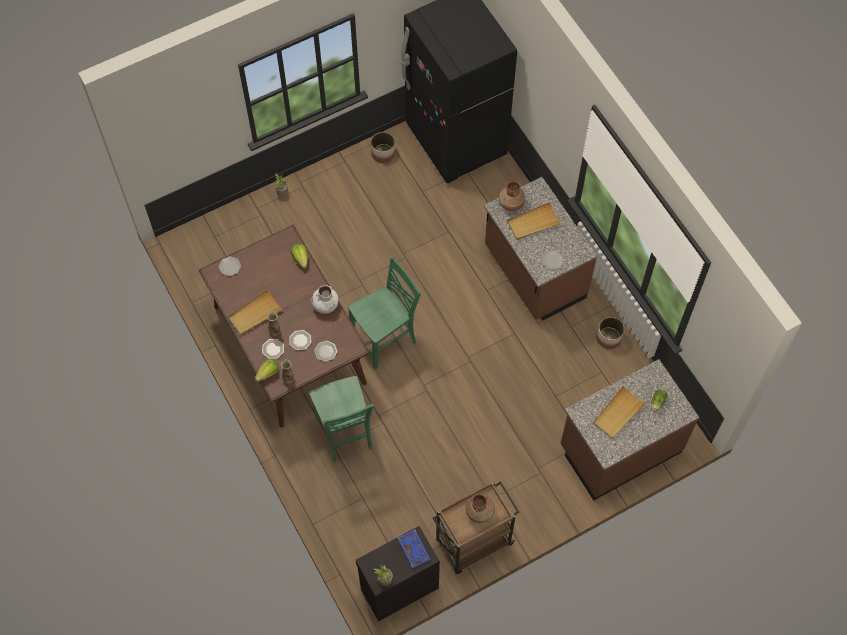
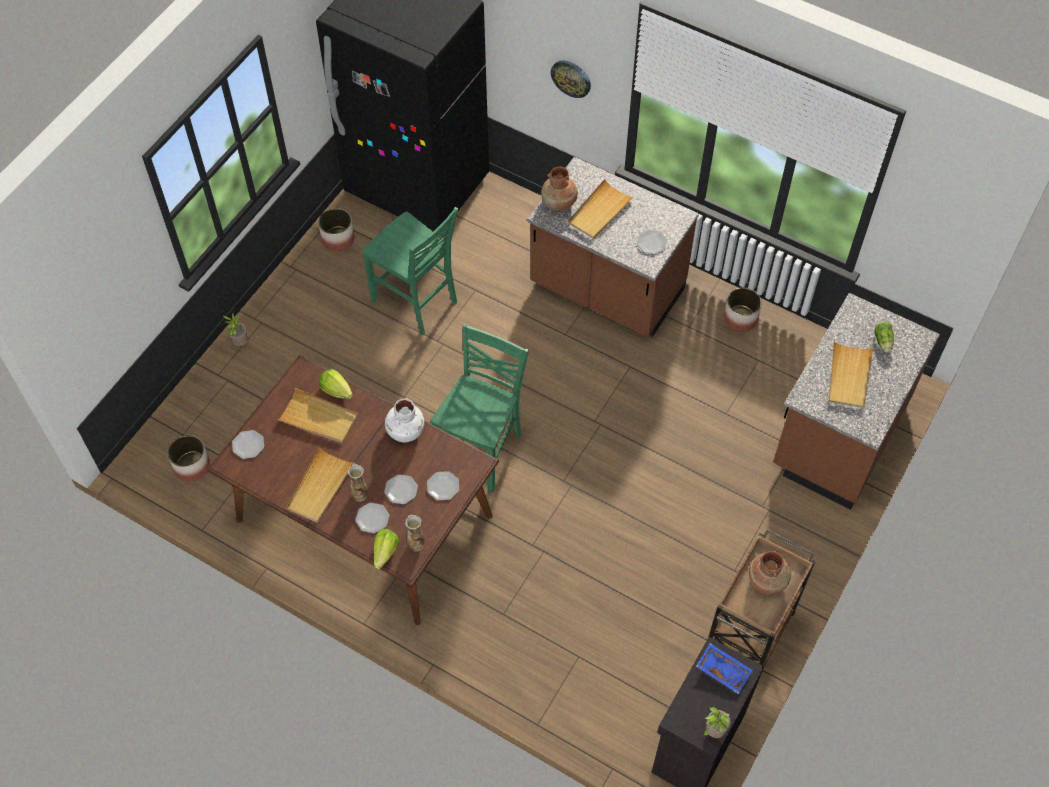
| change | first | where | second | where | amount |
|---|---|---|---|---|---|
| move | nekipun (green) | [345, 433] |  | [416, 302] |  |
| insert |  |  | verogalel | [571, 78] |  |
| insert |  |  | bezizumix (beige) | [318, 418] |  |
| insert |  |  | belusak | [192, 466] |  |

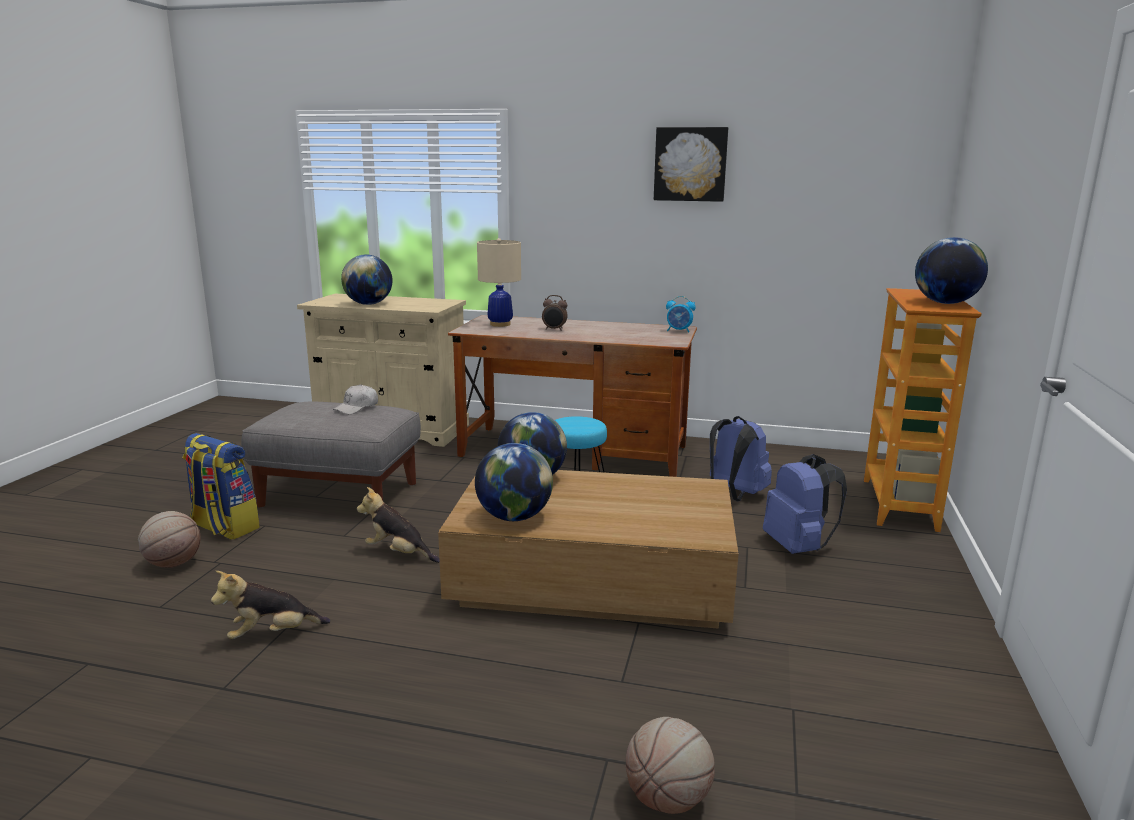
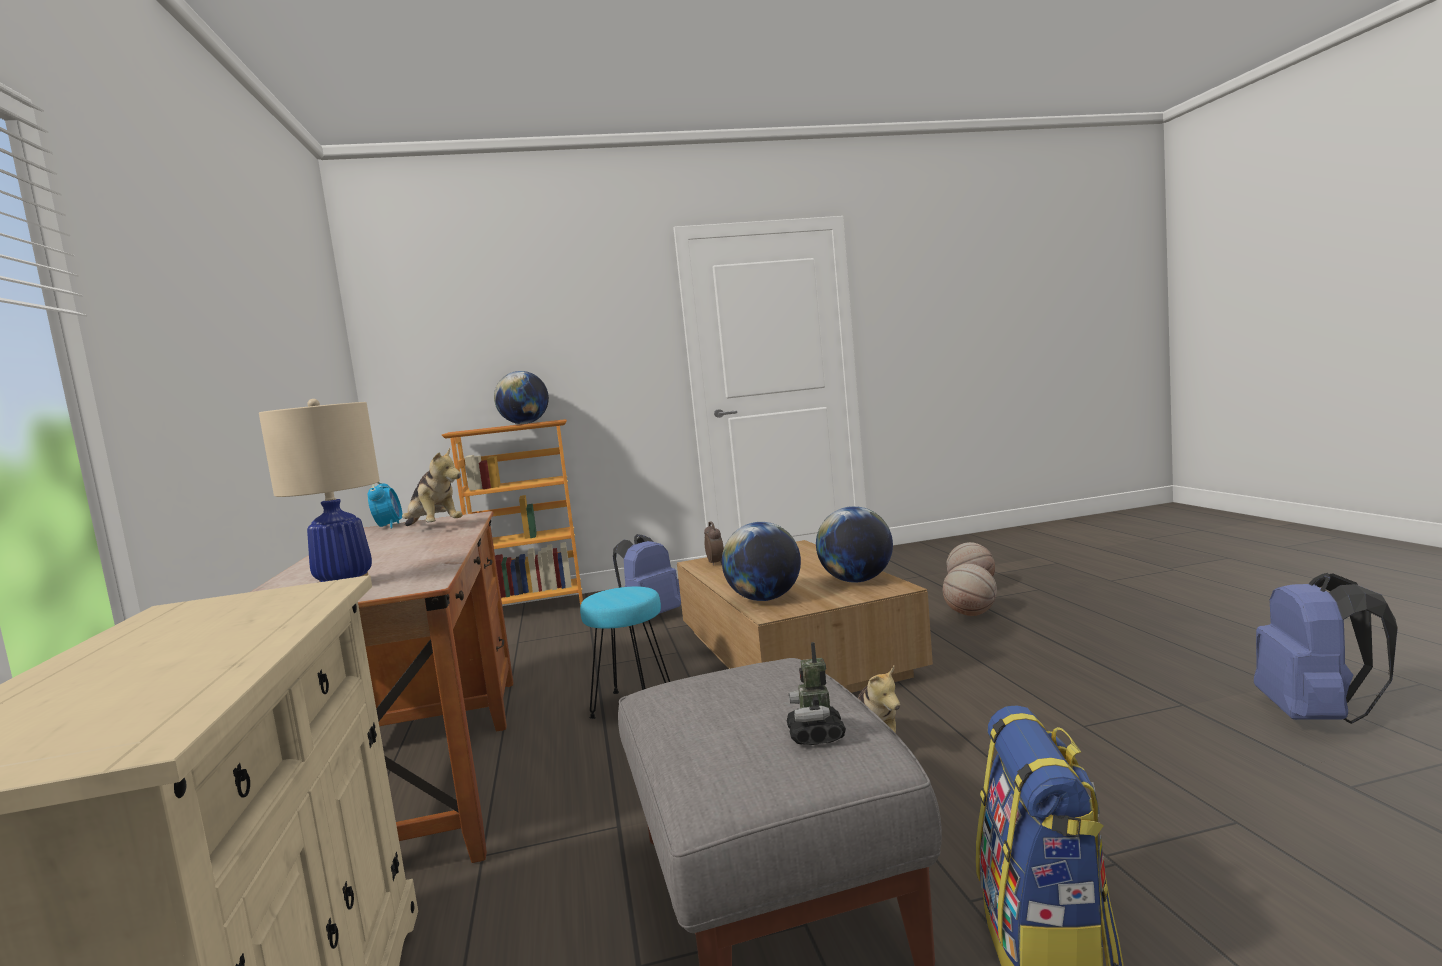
| change | first | where | second | where | amount |
|---|---|---|---|---|---|
| delete | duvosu | [690, 164] |  |  |  |
| delete | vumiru | [368, 304] |  |  |  |
| move | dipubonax | [554, 329] |  | [716, 563] |  |
| delete | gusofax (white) | [356, 407] |  |  |  |
| move | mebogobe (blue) | [734, 495] |  | [1316, 716] |  |
| move | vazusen | [173, 563] |  | [970, 614] |  |
| move | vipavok | [272, 634] |  | [434, 528] |  |
| insert |  |  | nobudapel | [816, 735] |  |

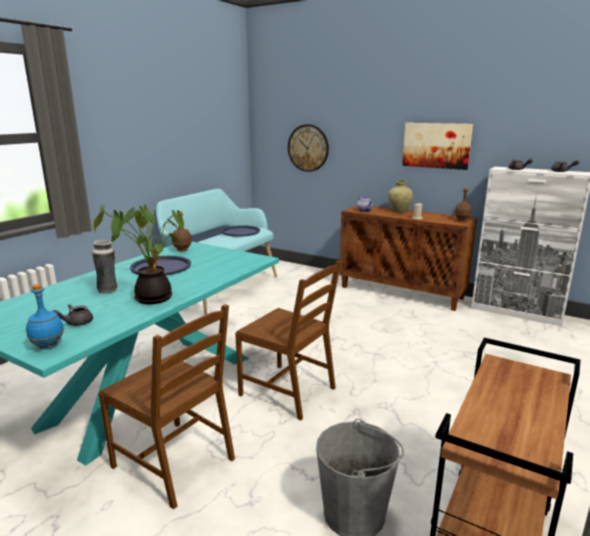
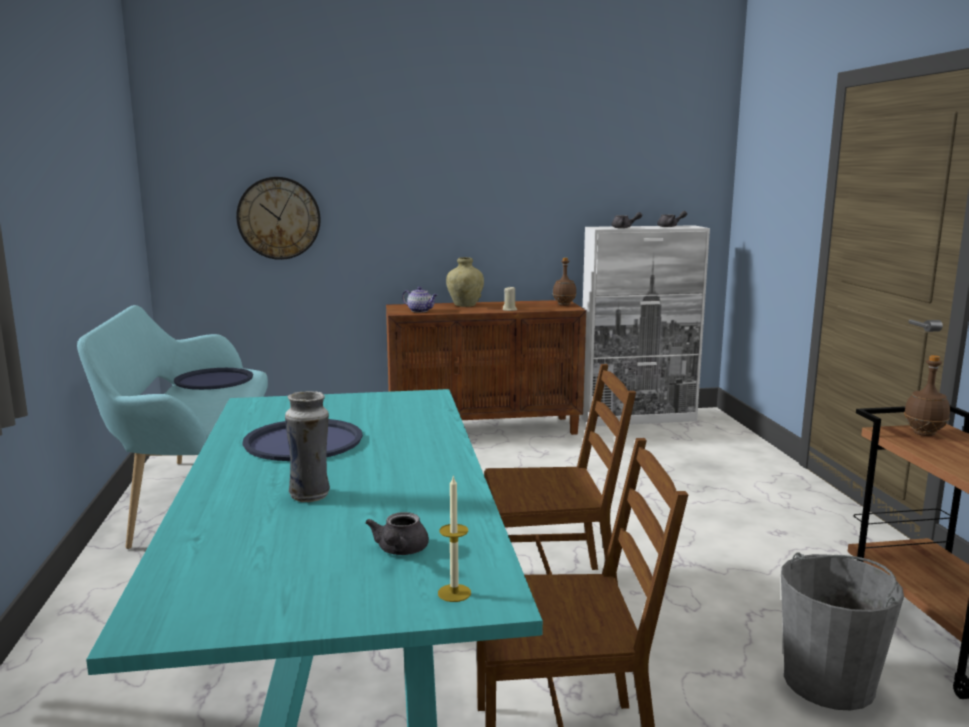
| change | first | where | second | where | amount |
|---|---|---|---|---|---|
| delete | duvosu | [436, 145] |  |  |  |
| delete | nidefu | [152, 297] |  |  |  |
| move | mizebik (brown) | [182, 250] |  | [924, 434] |  |
| replace | mizebik (blue) | [47, 346] | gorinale | [454, 593] |  |

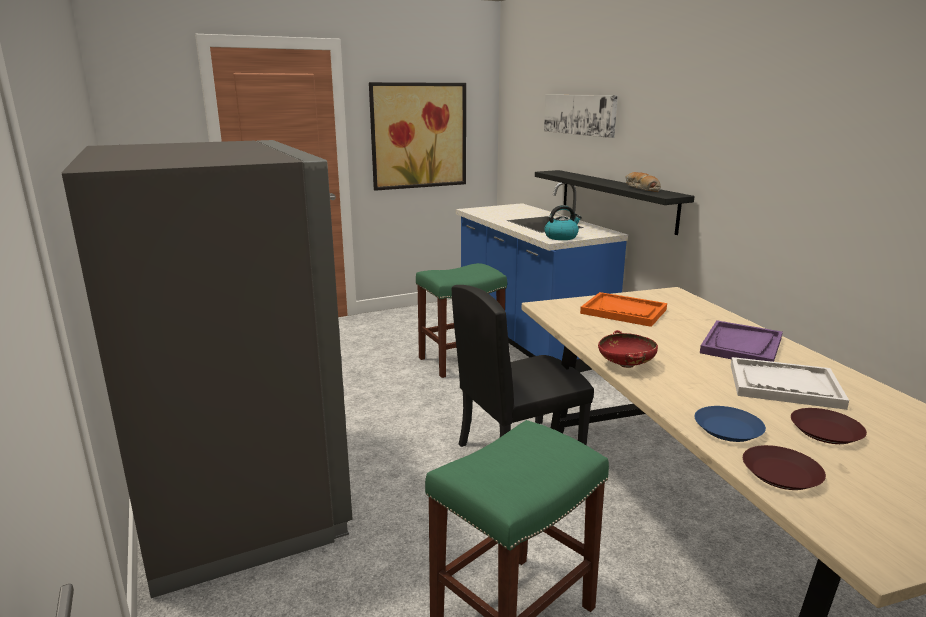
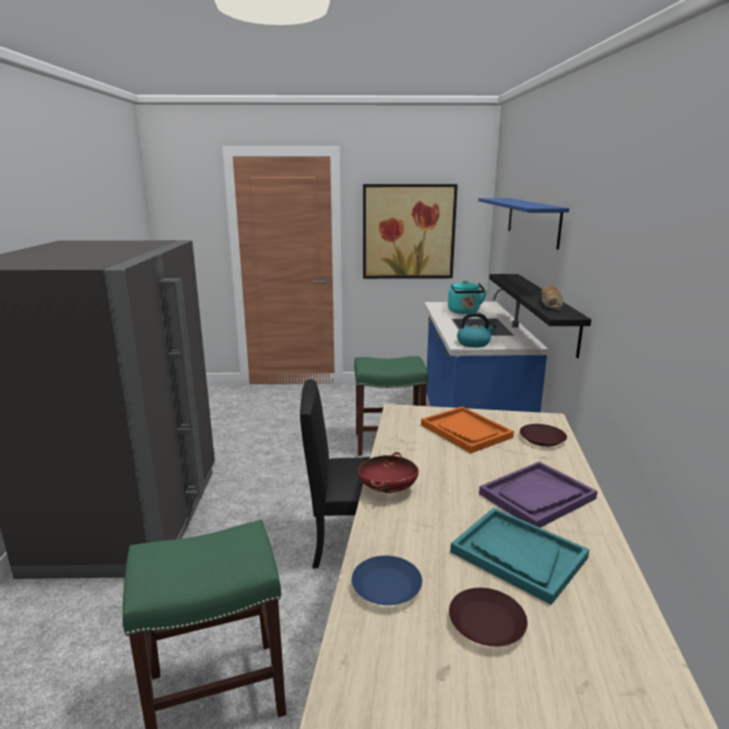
| change | first | where | second | where | amount |
|---|---|---|---|---|---|
| replace | duvosu | [579, 114] | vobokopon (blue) | [532, 220] |  |
| recolor | bezizumix (white) | [784, 385] | bezizumix (turquoise) | [518, 555] |  |
| move | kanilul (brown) | [780, 473] |  | [542, 439] |  |
| insert |  |  | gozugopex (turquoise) | [464, 312] |  |

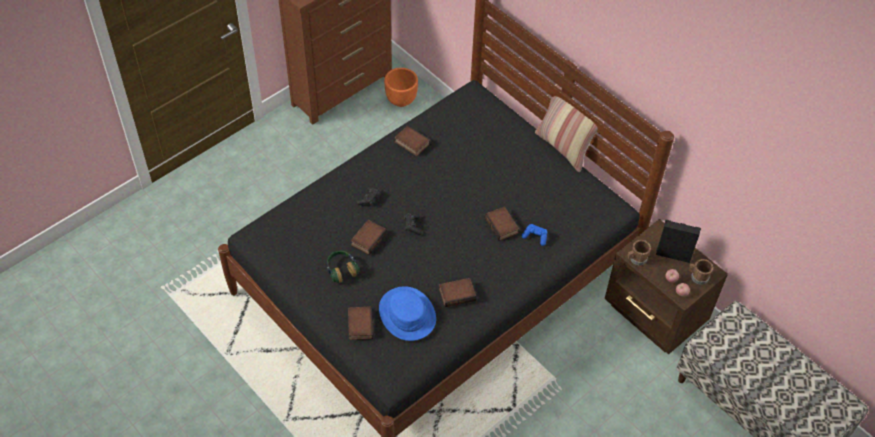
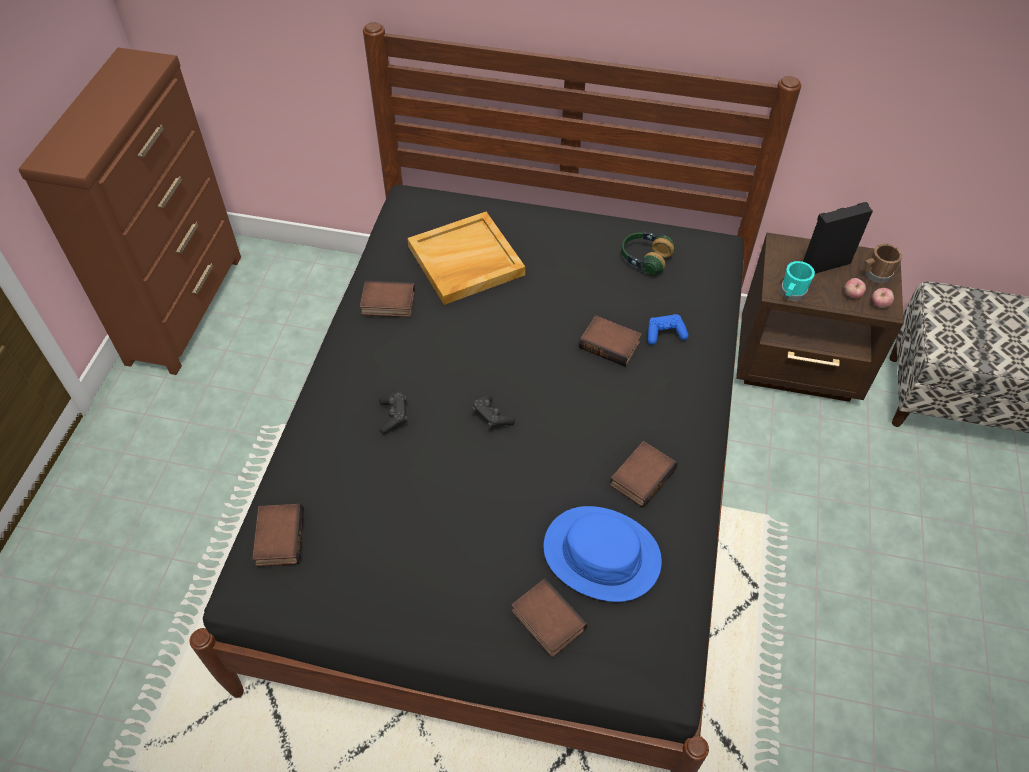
| change | first | where | second | where | amount |
|---|---|---|---|---|---|
| delete | belusak (orange) | [400, 100] |  |  |  |
| delete | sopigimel | [564, 148] |  |  |  |
| move | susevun | [368, 238] |  | [278, 537] |  |
| recolor | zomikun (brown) | [636, 259] | zomikun (turquoise) | [791, 294] |  |
| move | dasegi | [341, 270] |  | [644, 259] |  |
| insert |  |  | bezizumix (beige) | [465, 261] |  |

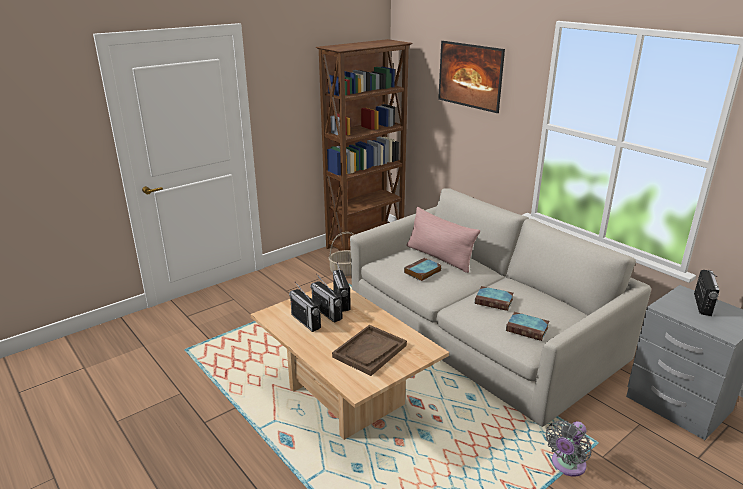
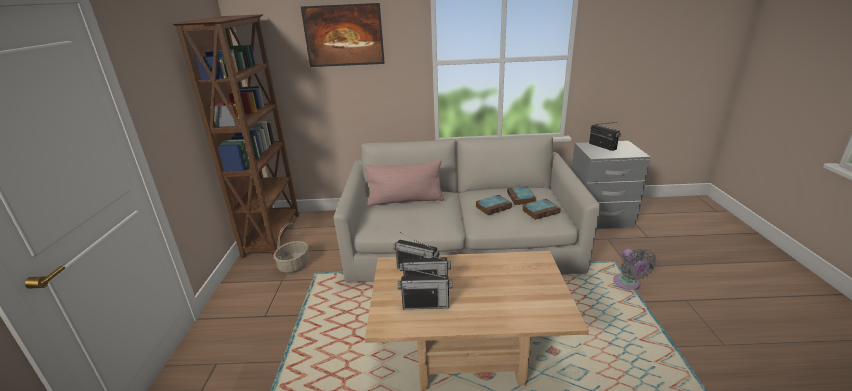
| change | first | where | second | where | amount |
|---|---|---|---|---|---|
| move | susevun | [422, 272] |  | [521, 198] |  |
| delete | bezizumix (brown) | [370, 351] |  |  |  |

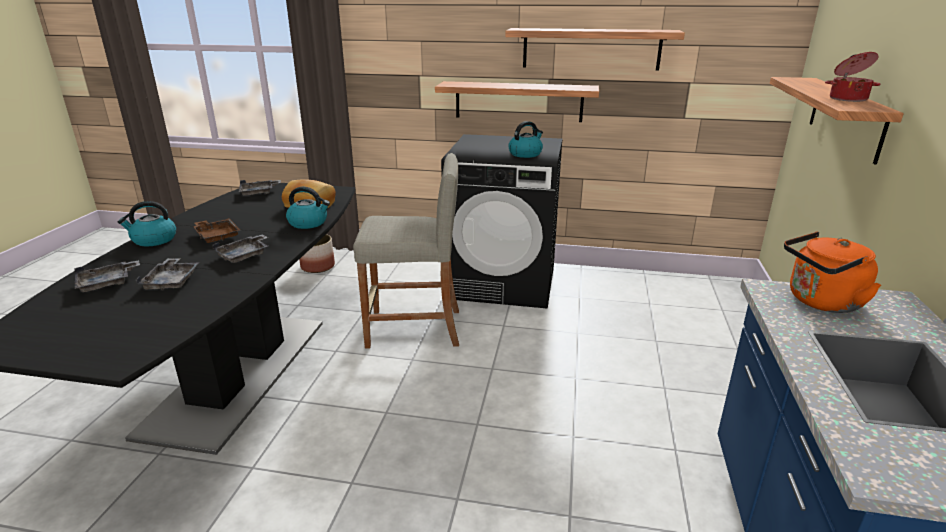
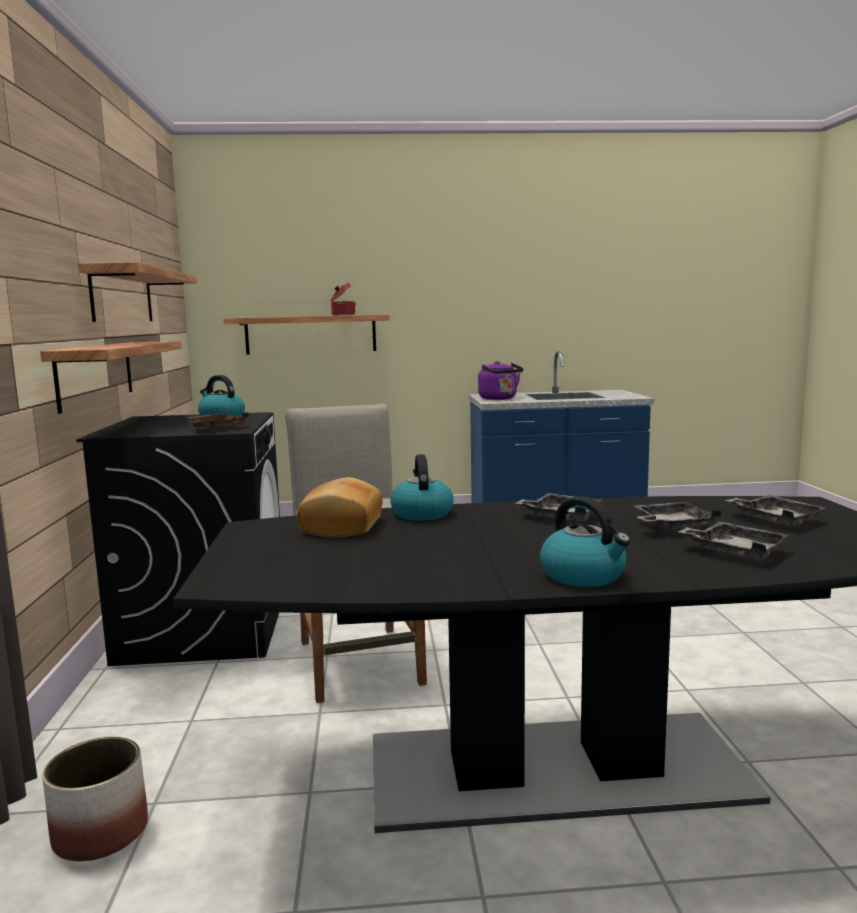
| change | first | where | second | where | amount |
|---|---|---|---|---|---|
| move | bezizumix (grey) | [259, 193] |  | [775, 520] |  |
| move | bezizumix (brown) | [217, 236] |  | [215, 428] |  |
| recolor | gozugopex (orange) | [820, 302] | gozugopex (purple) | [499, 399] |  |

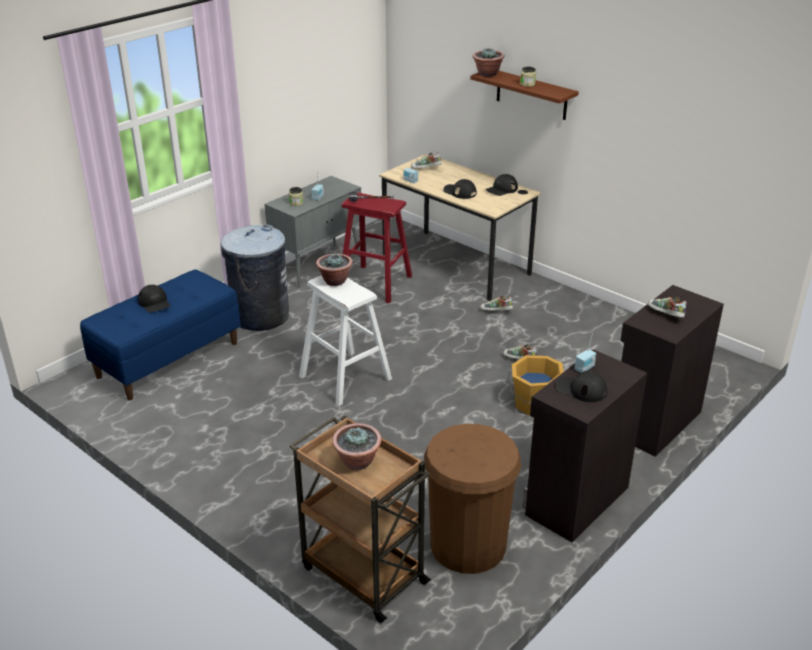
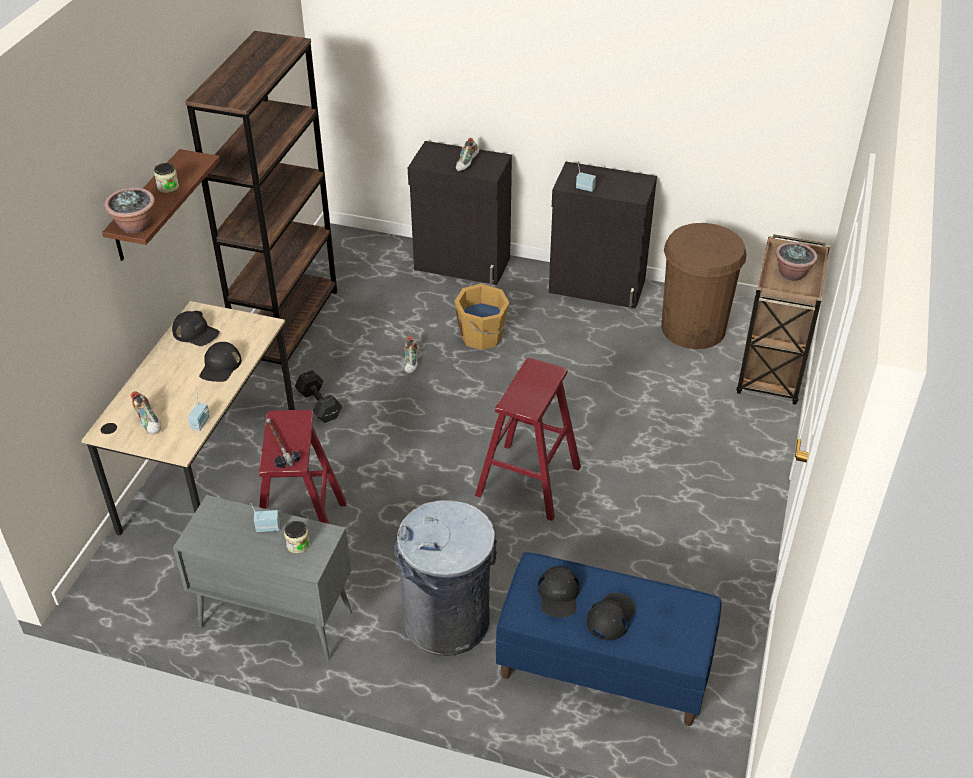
| change | first | where | second | where | amount |
|---|---|---|---|---|---|
| delete | nidefu | [335, 281] |  |  |  |
| recolor | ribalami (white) | [345, 377] | ribalami (red) | [528, 481] |  |
| replace | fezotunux | [496, 311] | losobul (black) | [319, 404] |  |
| move | gusofax (black) | [581, 389] |  | [558, 595] |  |
| insert |  |  | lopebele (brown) | [288, 325] |  |

